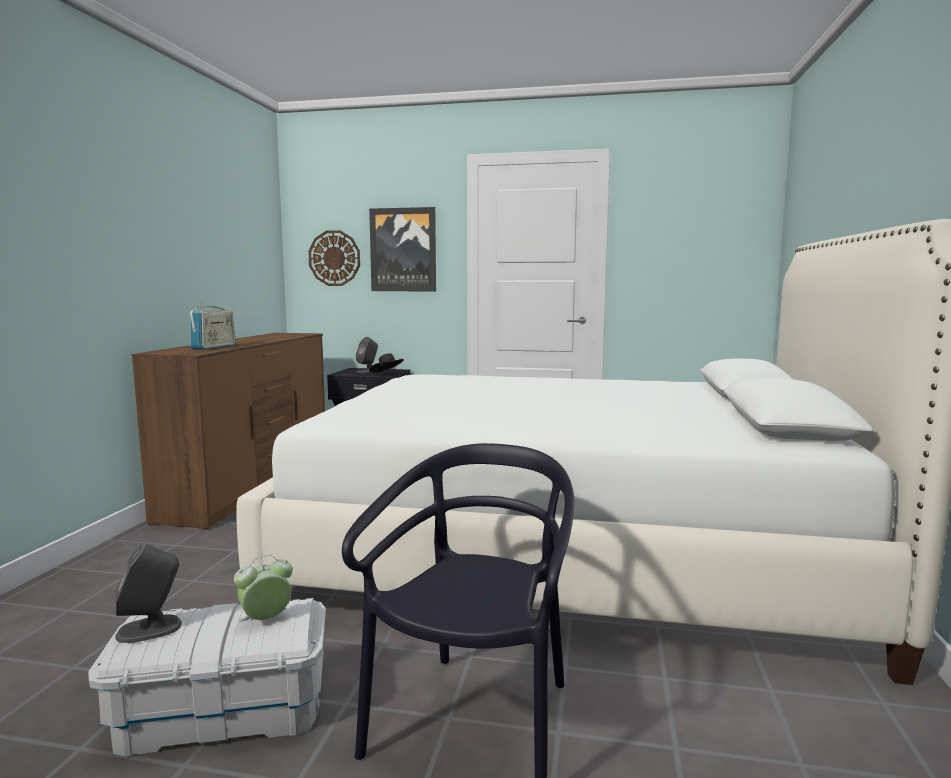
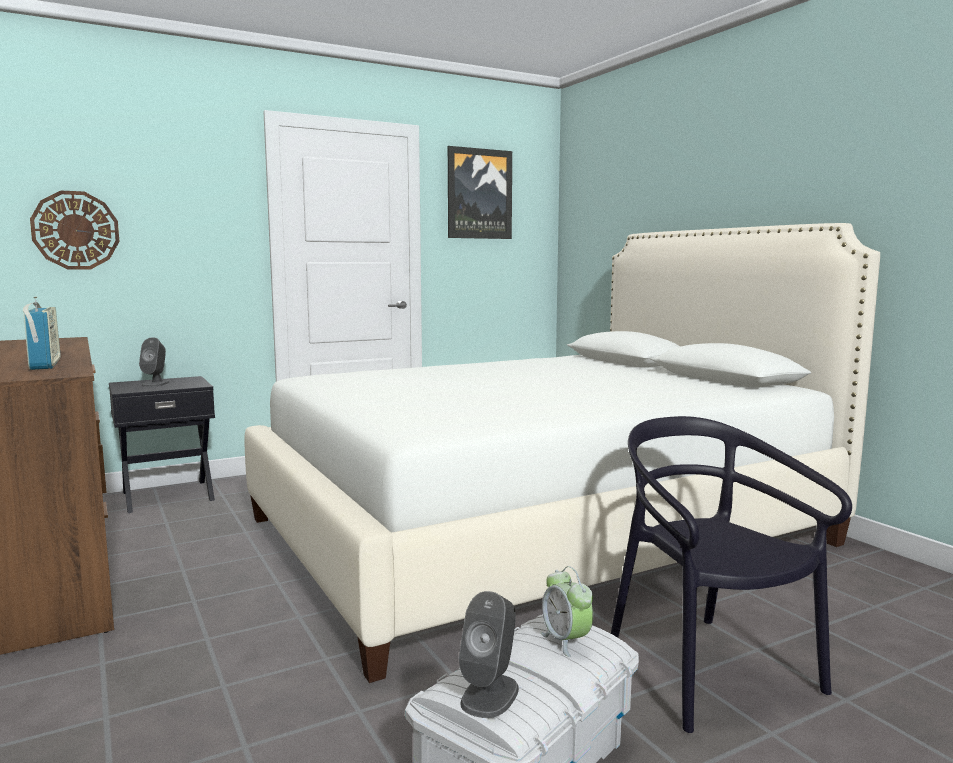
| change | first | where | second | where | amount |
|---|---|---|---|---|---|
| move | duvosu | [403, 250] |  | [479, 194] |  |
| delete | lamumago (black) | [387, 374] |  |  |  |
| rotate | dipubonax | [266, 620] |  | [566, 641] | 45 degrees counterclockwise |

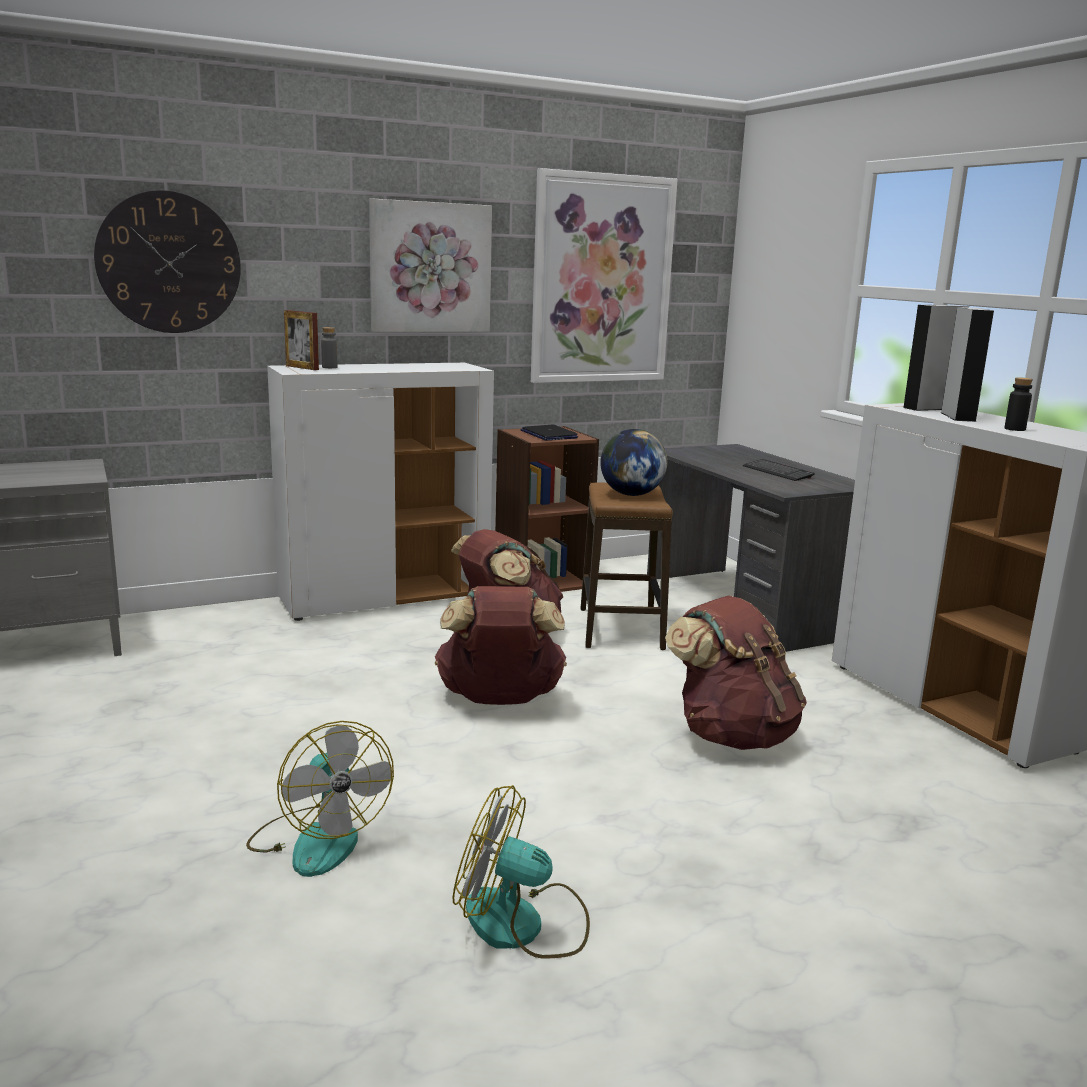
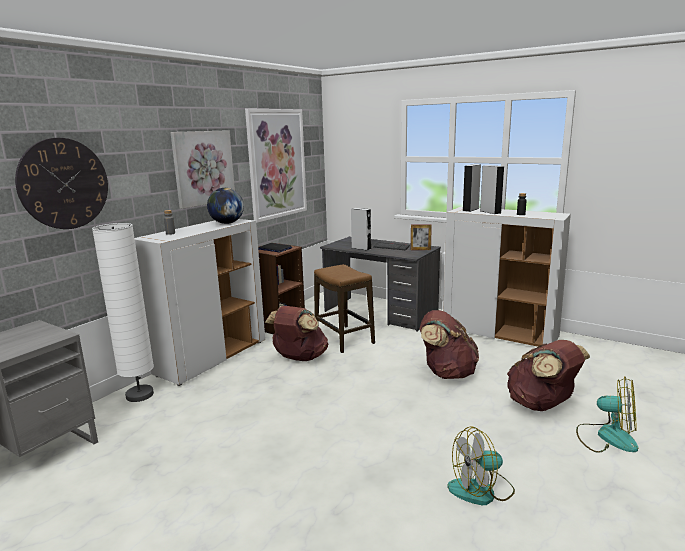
| change | first | where | second | where | amount |
|---|---|---|---|---|---|
| move | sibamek | [302, 367] |  | [420, 249] |  |
| move | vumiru | [631, 494] |  | [227, 223] |  |
| move | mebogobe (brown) | [499, 700] |  | [541, 405] |  |
| move | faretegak | [318, 839] |  | [606, 437] |  |
| insert |  |  | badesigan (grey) | [361, 248] |  |
| insert |  |  | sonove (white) | [140, 395] |  |

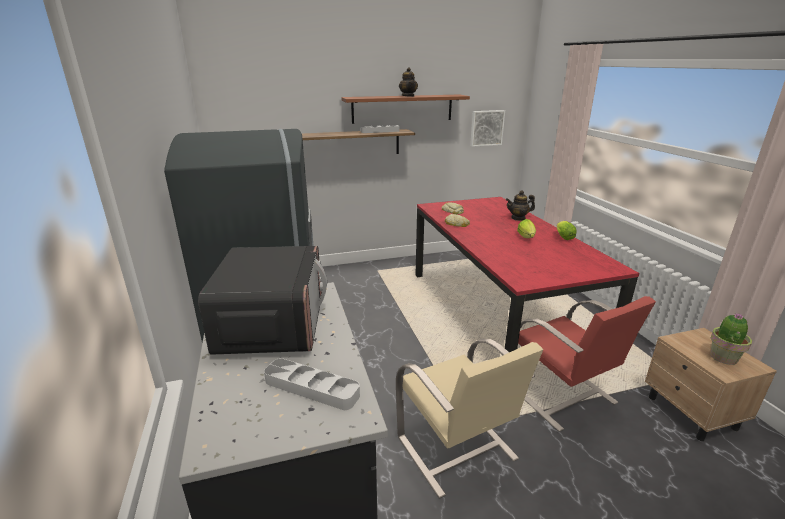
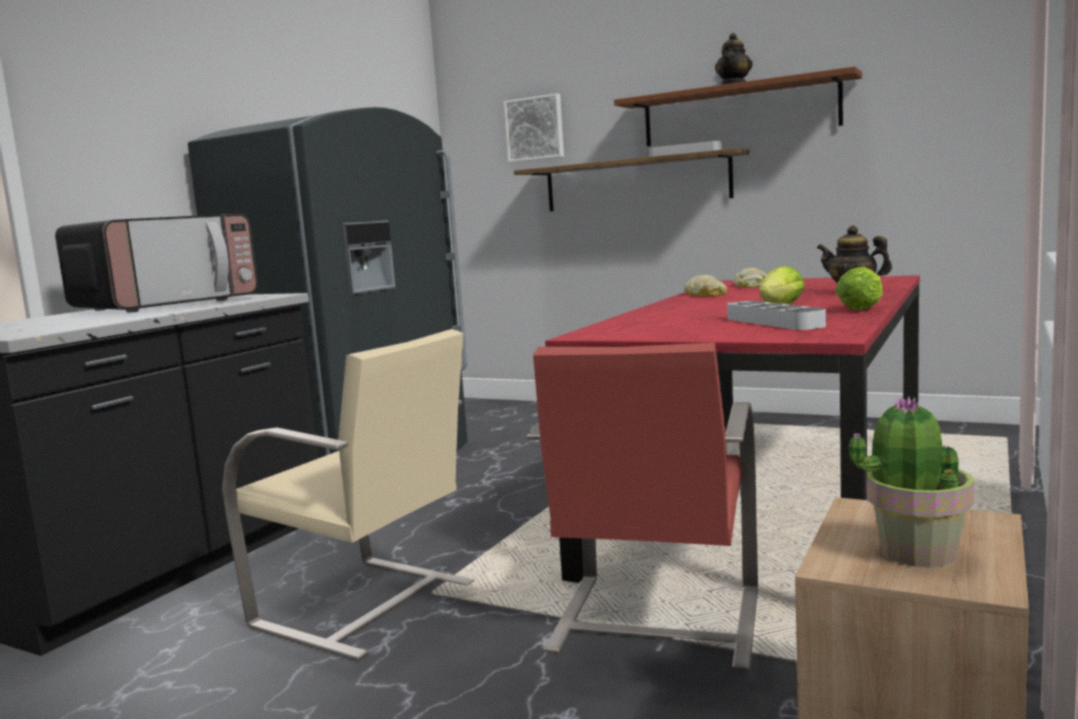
| change | first | where | second | where | amount |
|---|---|---|---|---|---|
| move | duvosu | [486, 128] |  | [535, 128] |  |
| rotate | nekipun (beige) | [457, 449] |  | [367, 606] | 75 degrees counterclockwise |
| move | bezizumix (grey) | [311, 388] |  | [773, 322] |  |

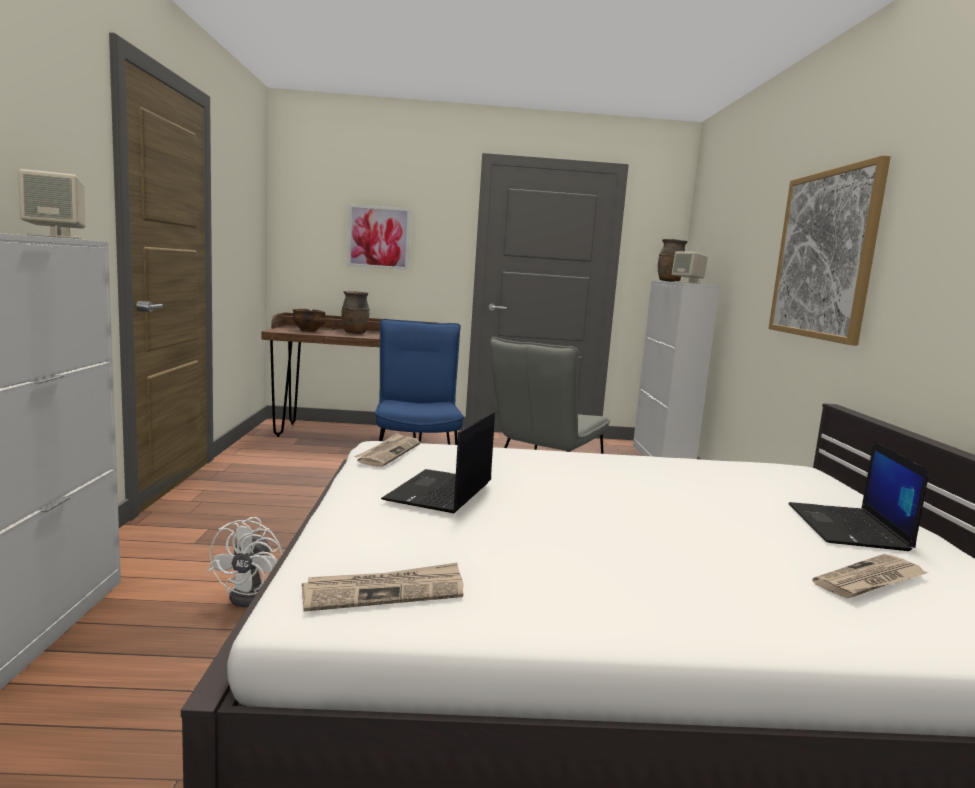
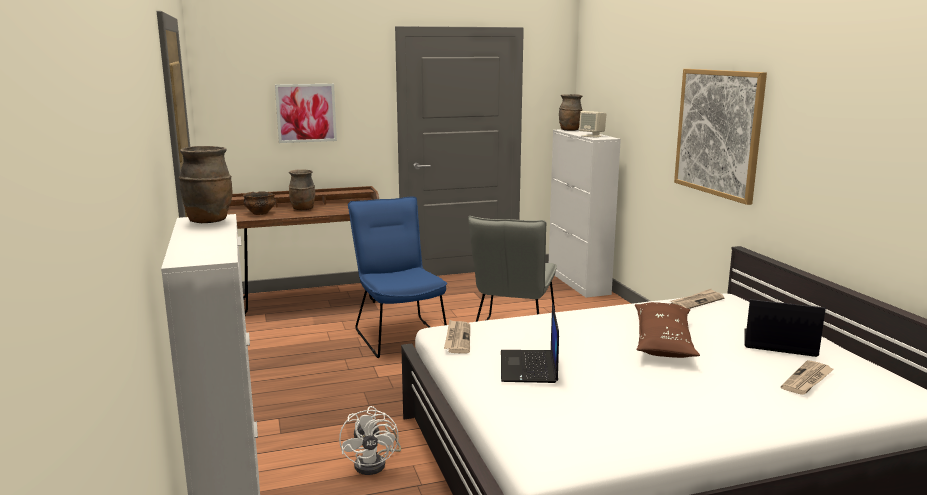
| change | first | where | second | where | amount |
|---|---|---|---|---|---|
| replace | badesigan (beige) | [56, 237] | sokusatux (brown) | [209, 221] |  |
| rotate | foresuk | [849, 528] |  | [778, 343] | 120 degrees clockwise |
| move | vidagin | [385, 592] |  | [696, 301] |  |
| insert |  |  | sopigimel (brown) | [663, 342] |  |

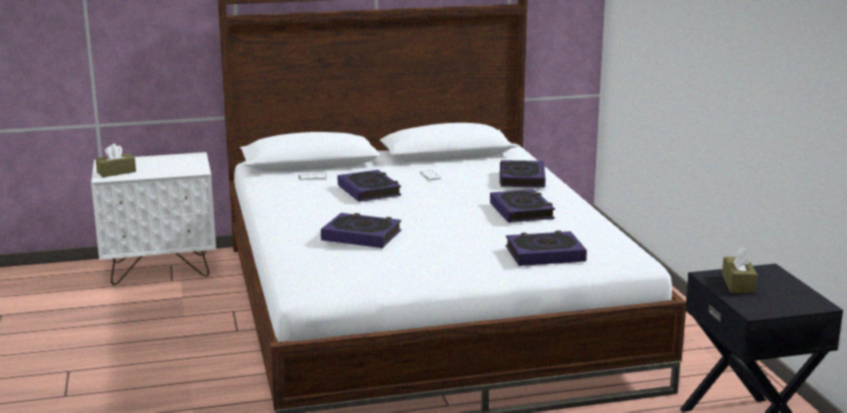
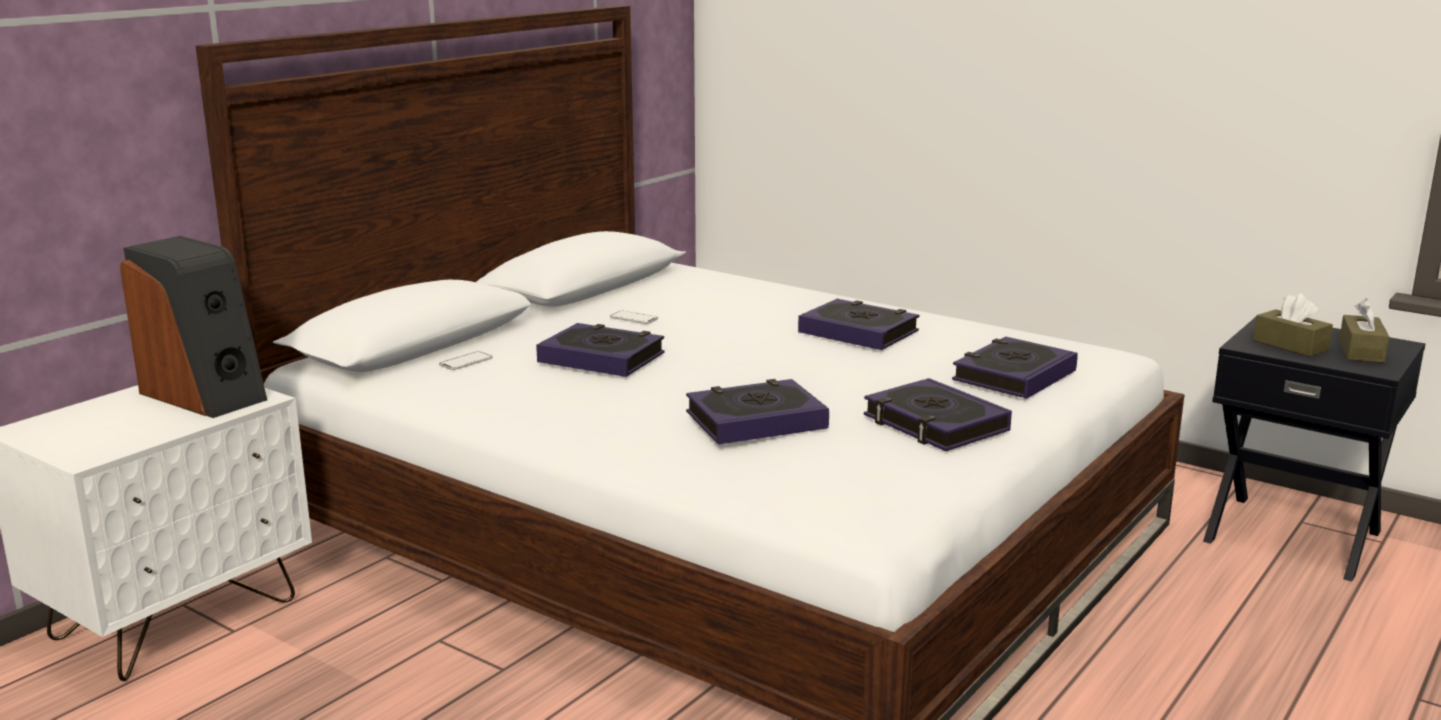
| change | first | where | second | where | amount |
|---|---|---|---|---|---|
| move | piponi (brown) | [116, 172] |  | [1361, 351] |  |
| move | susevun | [521, 179] |  | [935, 424] |  |
| insert |  |  | badesigan | [205, 395] |  |

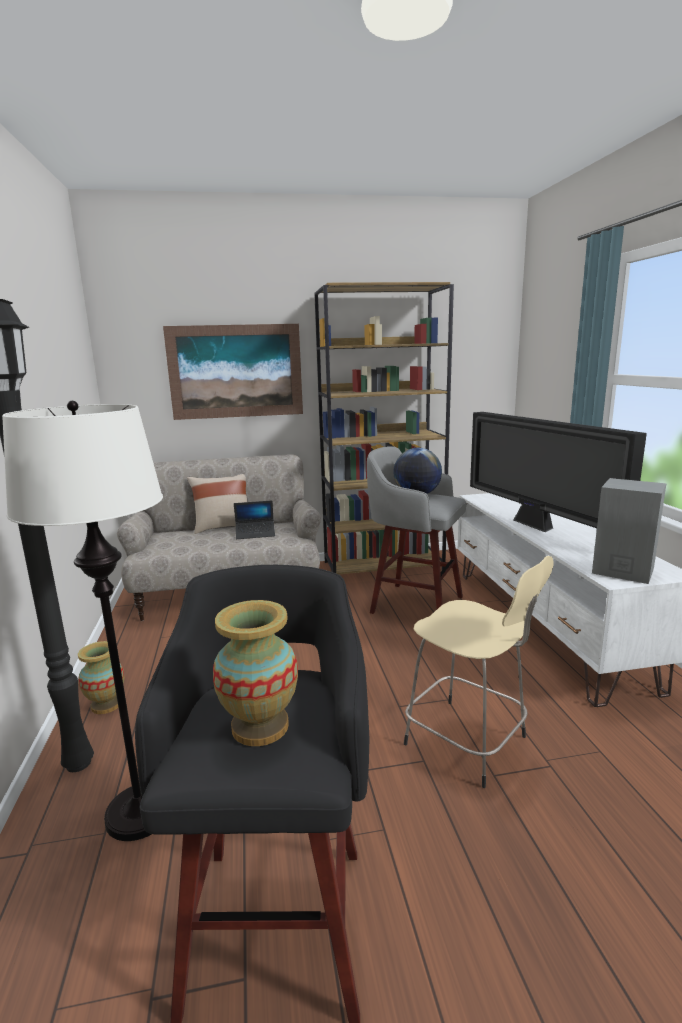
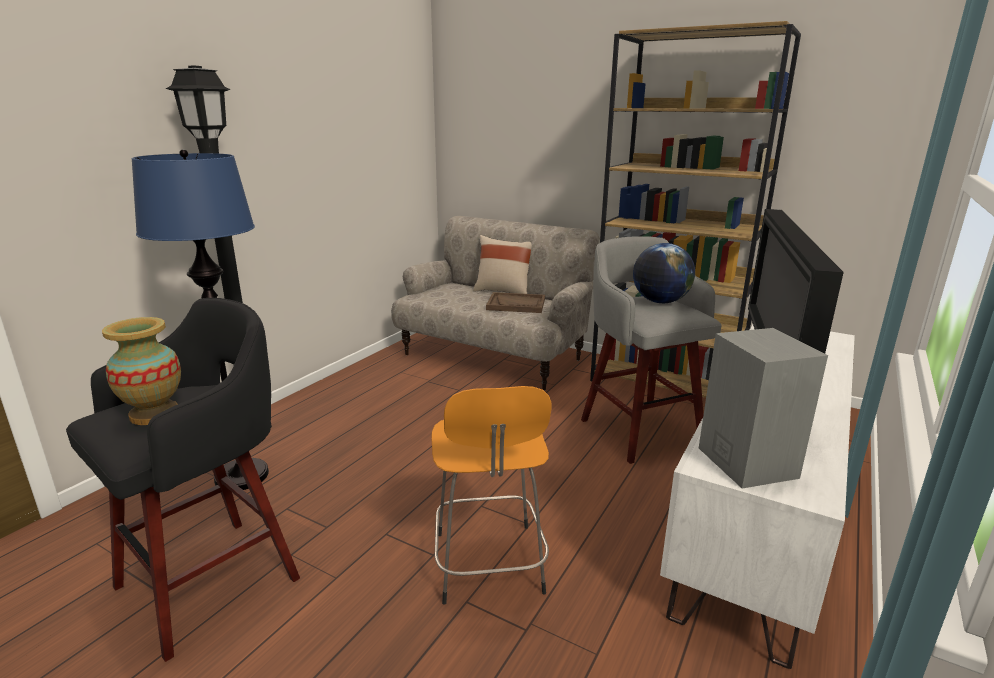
| change | first | where | second | where | amount |
|---|---|---|---|---|---|
| delete | duvosu | [236, 371] |  |  |  |
| recolor | sonove (white) | [139, 812] | sonove (blue) | [241, 476] |  |
| replace | foresuk | [255, 534] | bezizumix (brown) | [516, 304] |  |
| recolor | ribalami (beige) | [469, 742] | ribalami (orange) | [489, 566] |  |
| delete | sokusatux | [106, 705] |  |  |  |

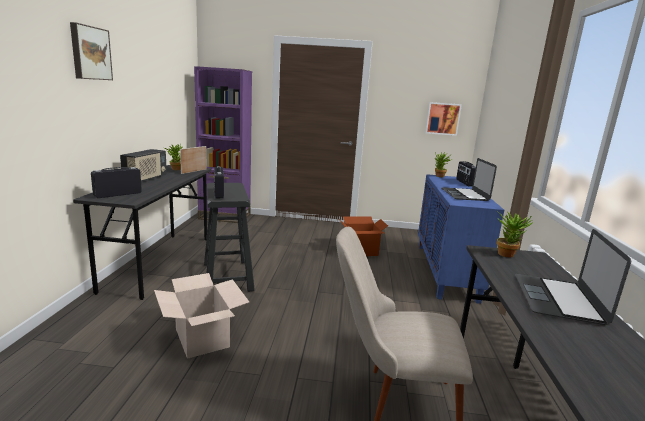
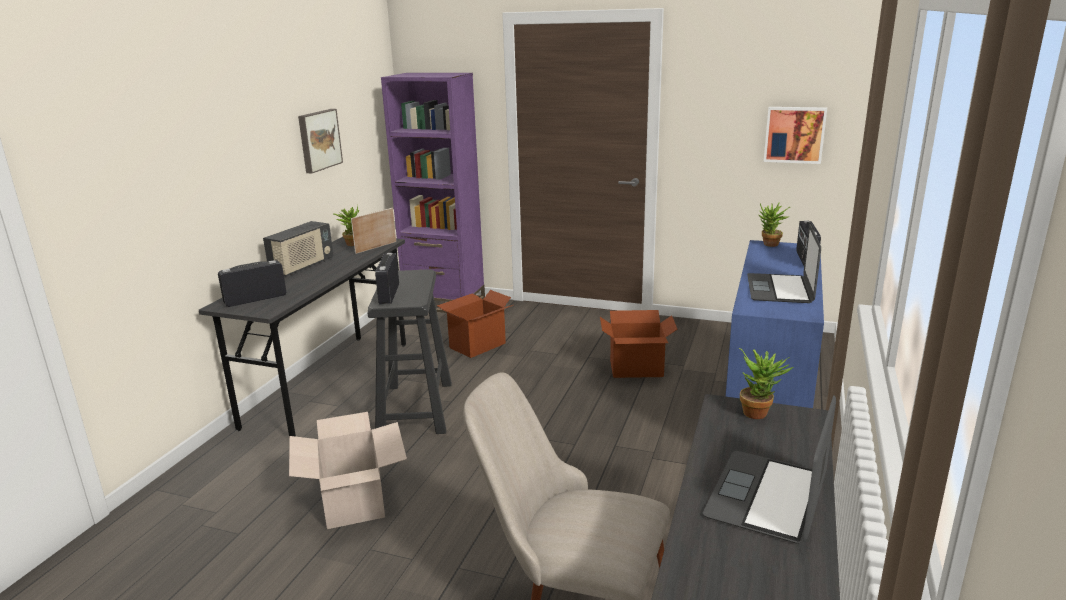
| change | first | where | second | where | amount |
|---|---|---|---|---|---|
| move | duvosu | [90, 53] |  | [318, 140] |  |
| insert |  |  | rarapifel | [477, 345] |  |

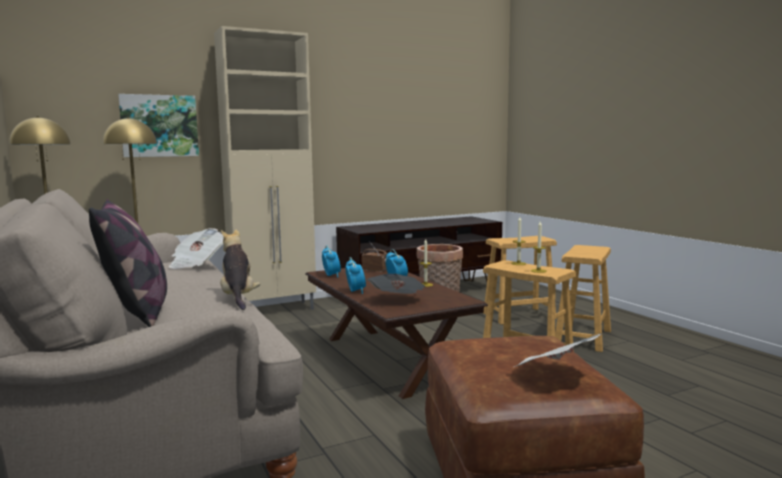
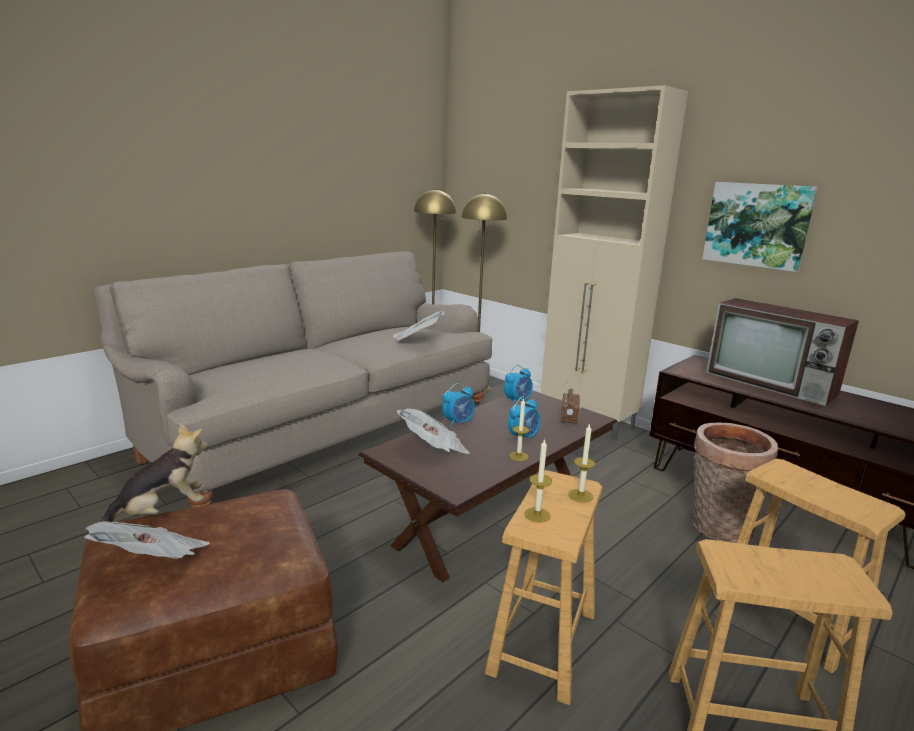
| change | first | where | second | where | amount |
|---|---|---|---|---|---|
| move | duvosu | [159, 126] |  | [757, 225] |  |
| delete | sopigimel | [137, 313] |  |  |  |
| move | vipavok | [238, 298] |  | [162, 512] |  |
| insert |  |  | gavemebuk | [772, 384] |  |

